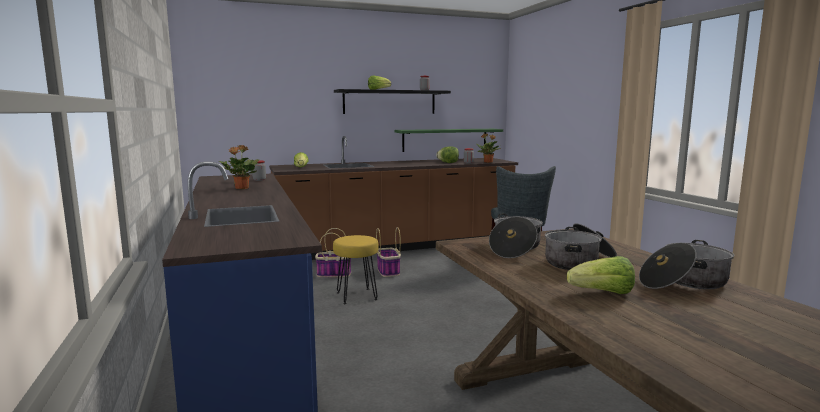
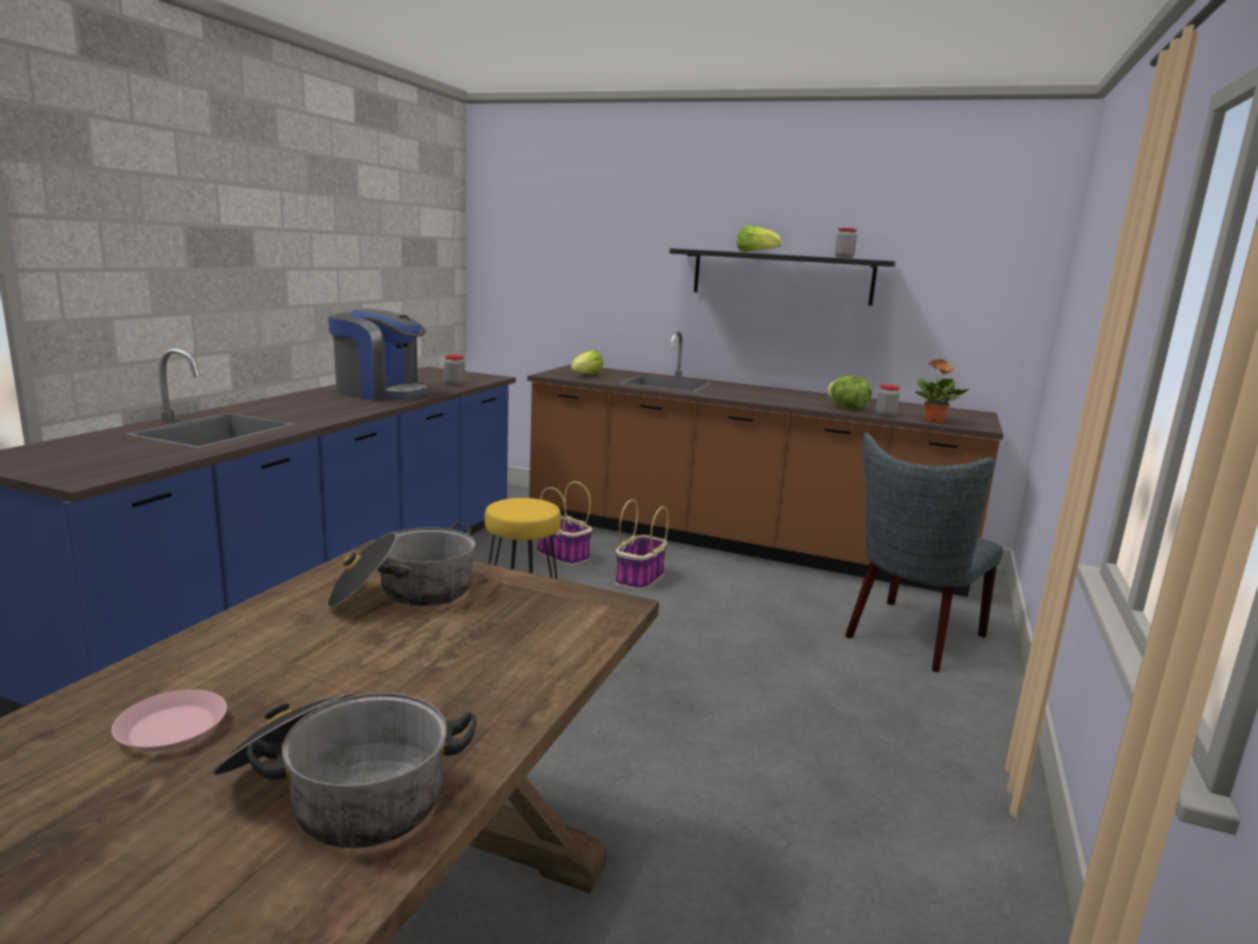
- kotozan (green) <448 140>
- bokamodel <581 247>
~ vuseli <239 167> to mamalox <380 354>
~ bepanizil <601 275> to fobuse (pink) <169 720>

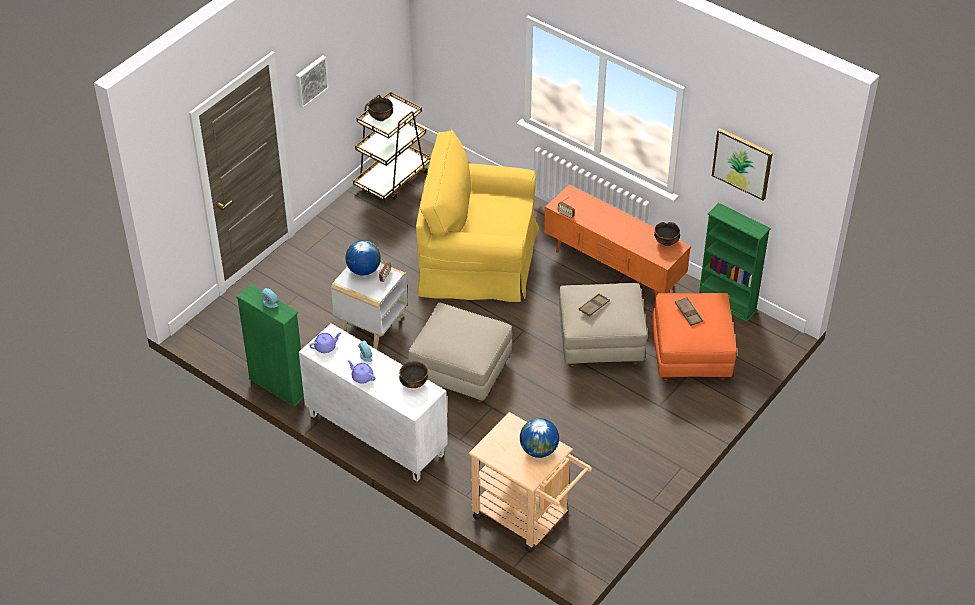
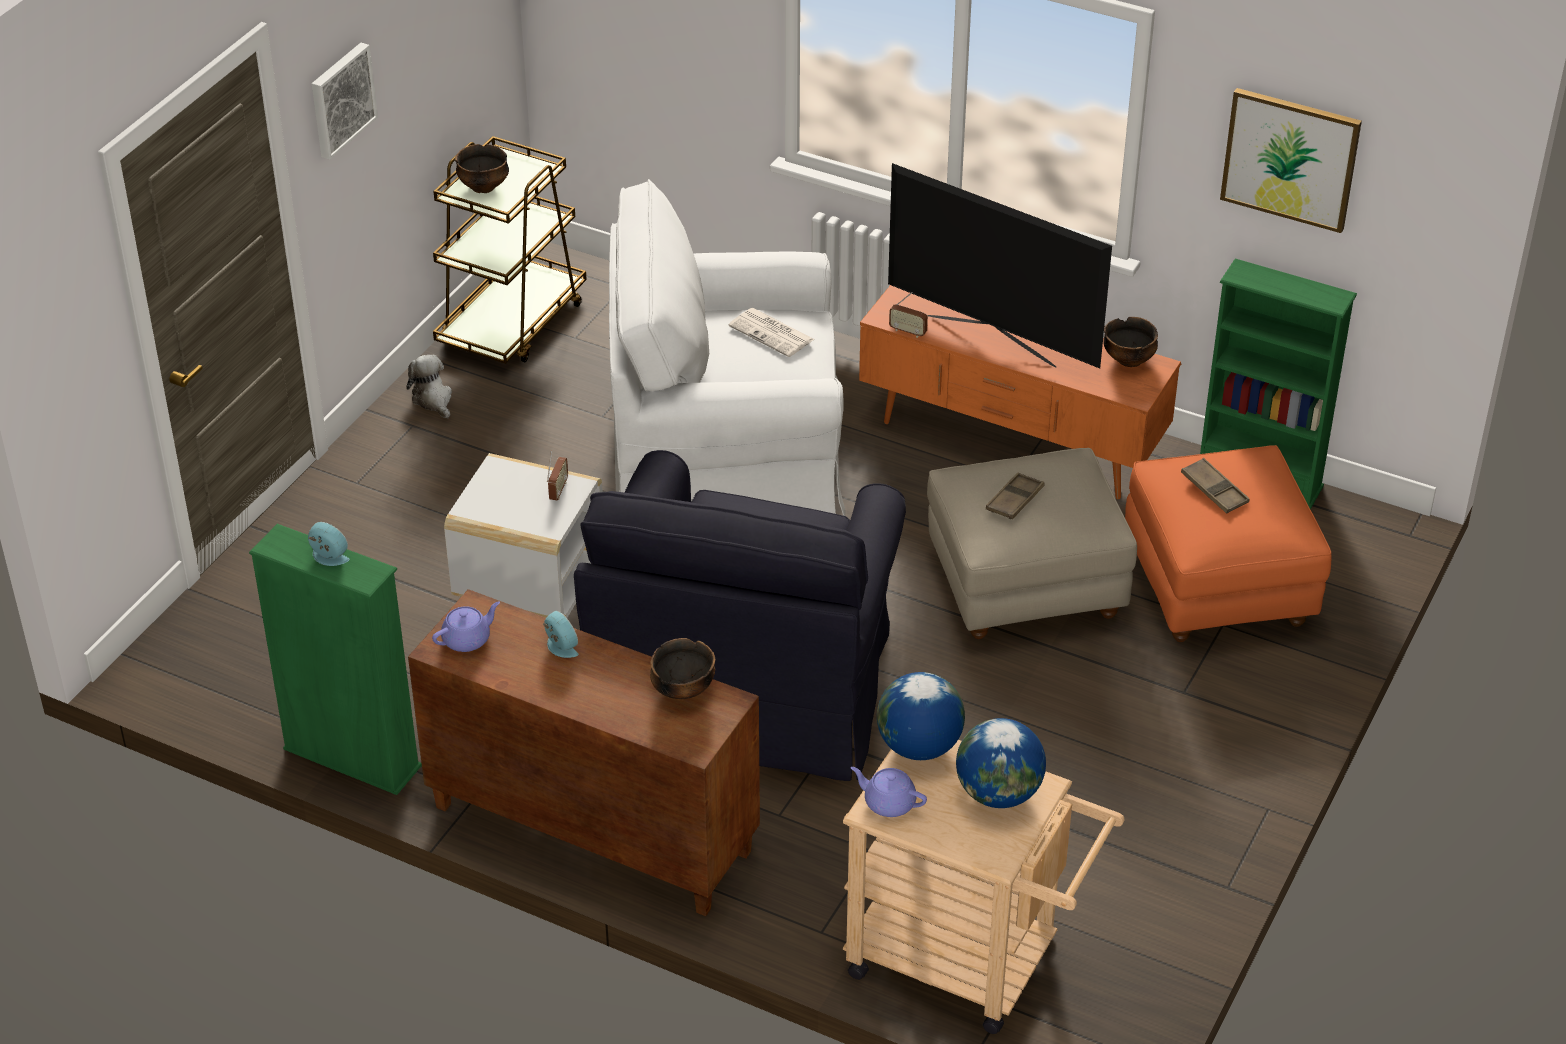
+ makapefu <429 387>
+ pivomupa <771 332>
+ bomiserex <1000 265>
~ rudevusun <363 258> to <921 716>
~ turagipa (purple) <361 372> to <889 792>
~ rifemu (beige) <460 352> to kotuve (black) <740 615>
~ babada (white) <373 402> to babada (brown) <584 752>
~ kotuve (yellow) <477 216> to kotuve (white) <727 347>

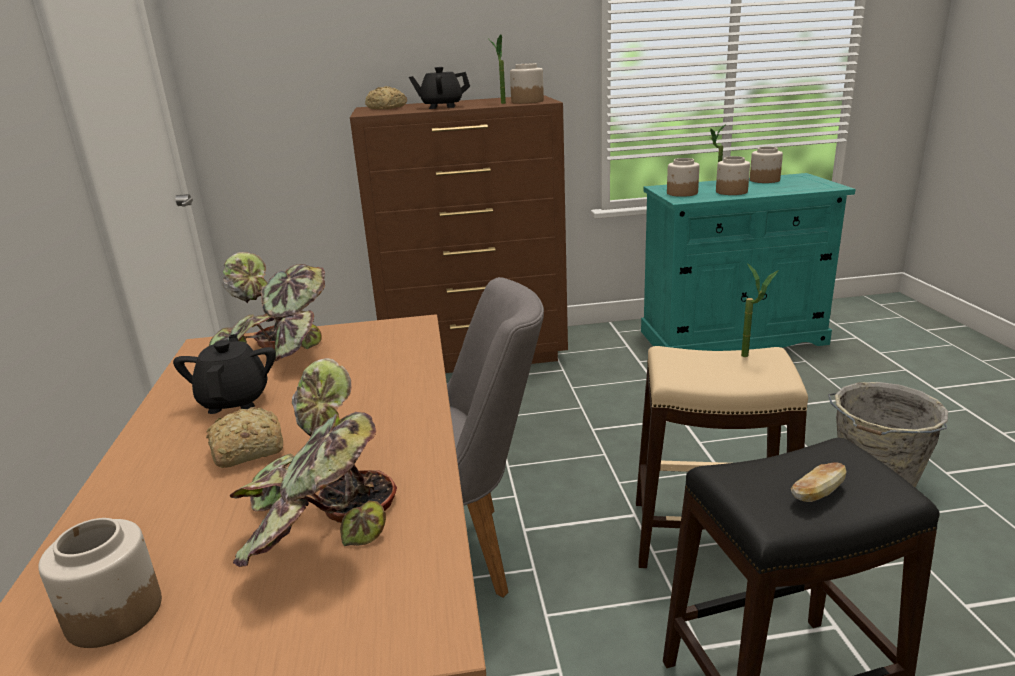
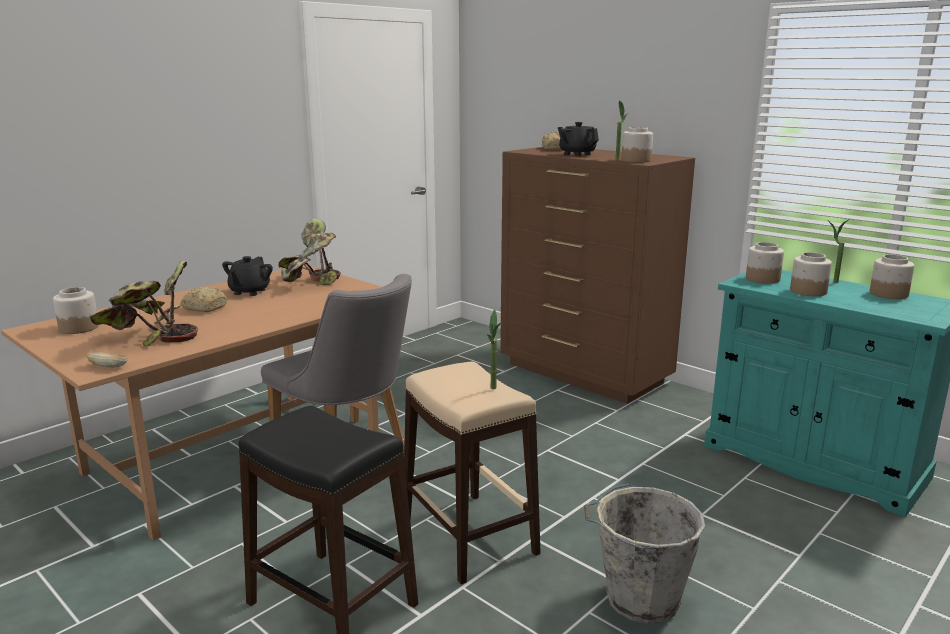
~ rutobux <819 482> to <107 360>
~ turagipa (black) <224 374> = <247 276> 150 degrees clockwise

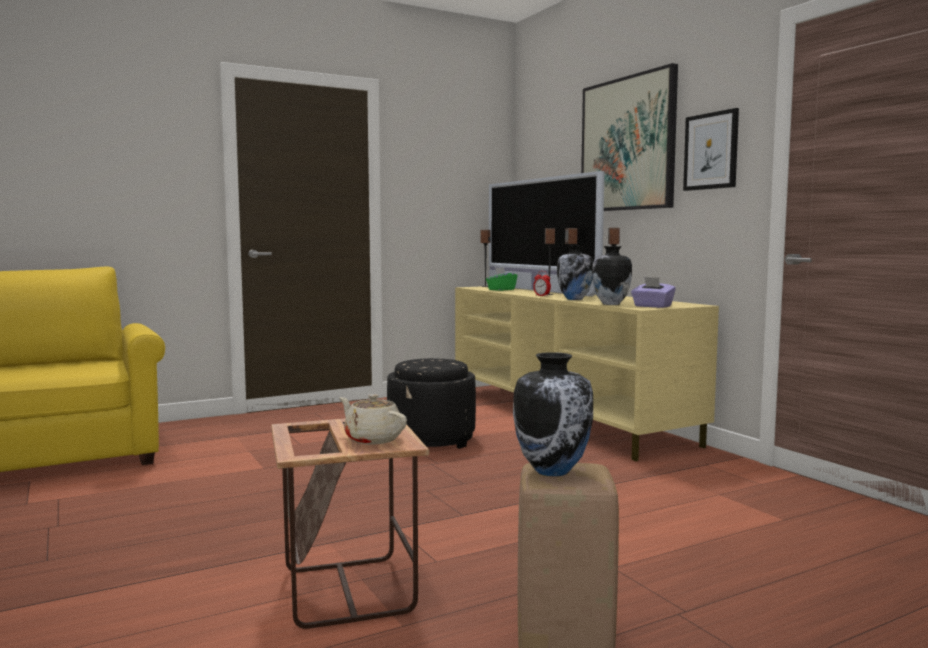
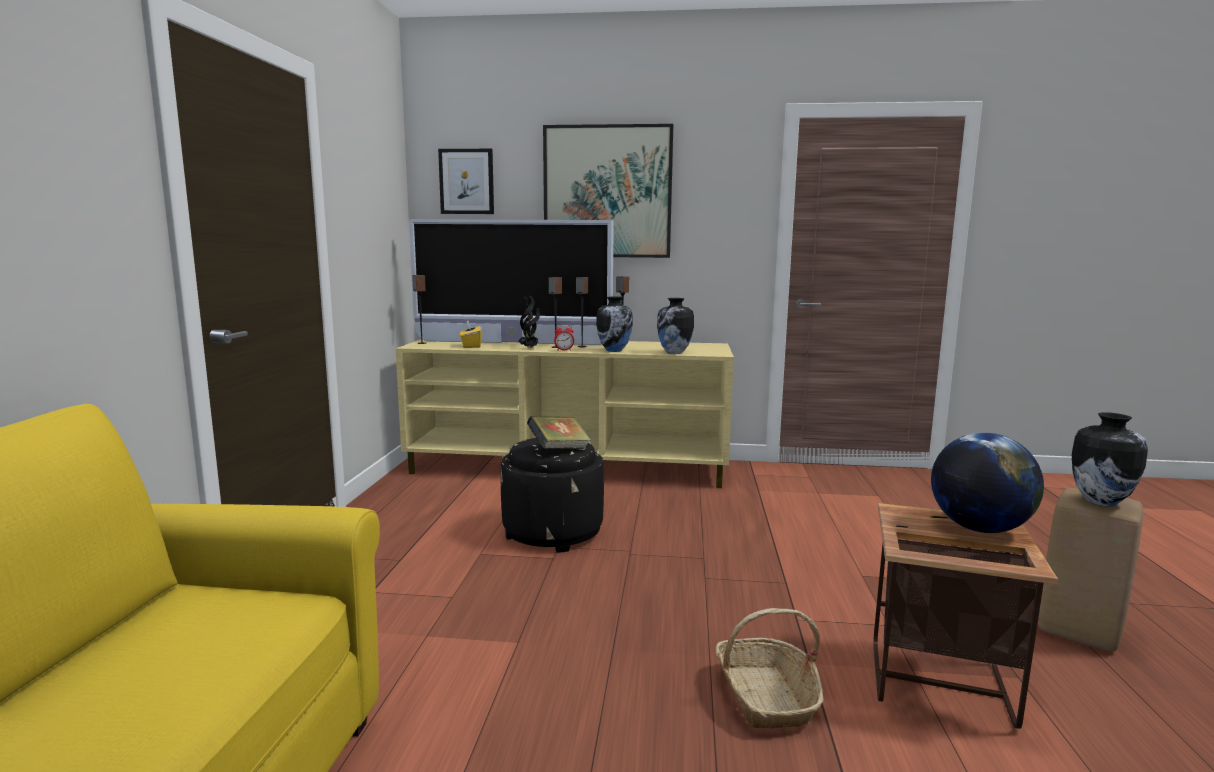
- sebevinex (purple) <653 292>
+ vuseli <529 322>
+ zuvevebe <559 432>
+ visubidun <769 668>
~ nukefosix <711 149> to <466 181>
~ turagipa (beige) <373 419> to rudevusun <987 483>
~ sebevinex (green) <501 279> to sebevinex (yellow) <471 334>

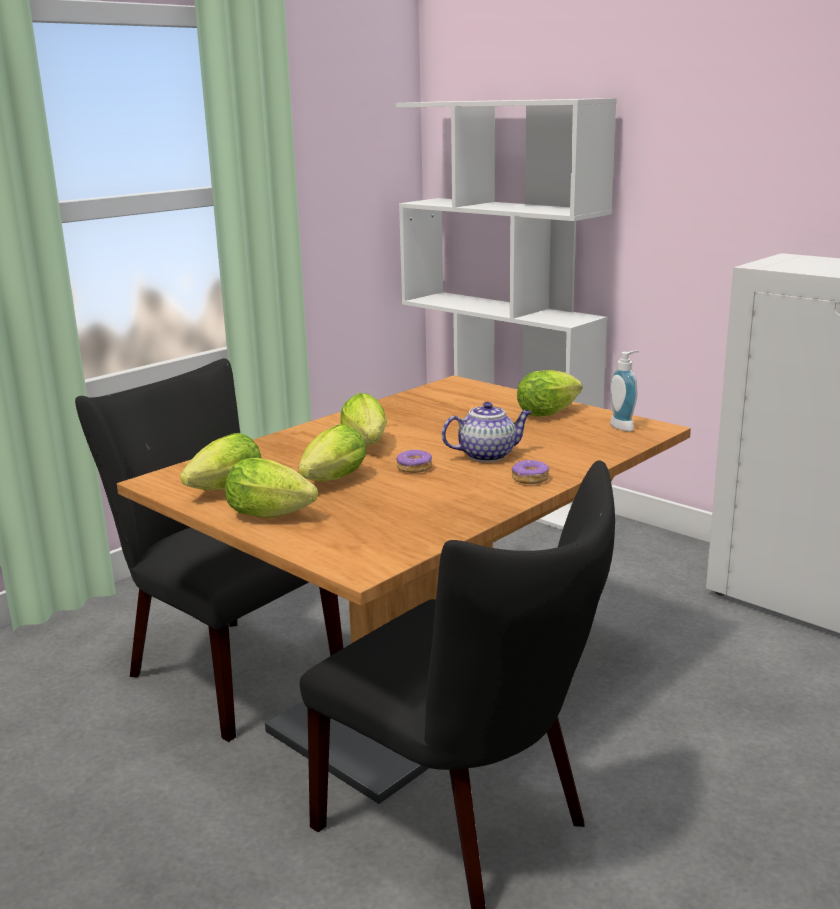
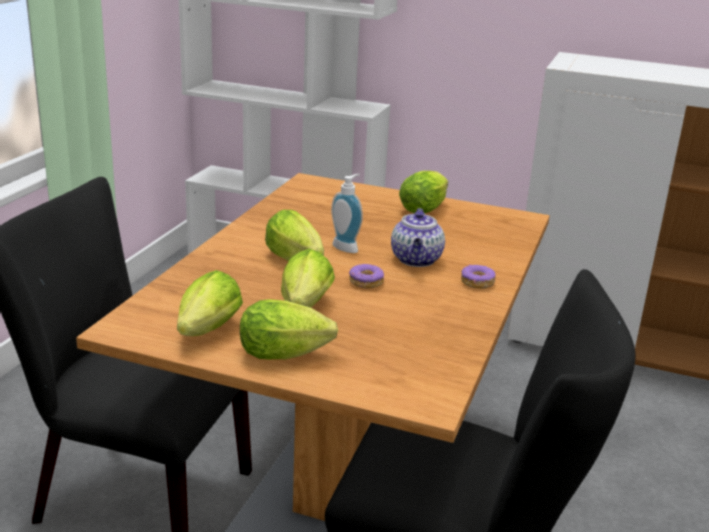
~ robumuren <624 391> to <347 213>
~ turagipa <486 432> = <418 237> 135 degrees clockwise

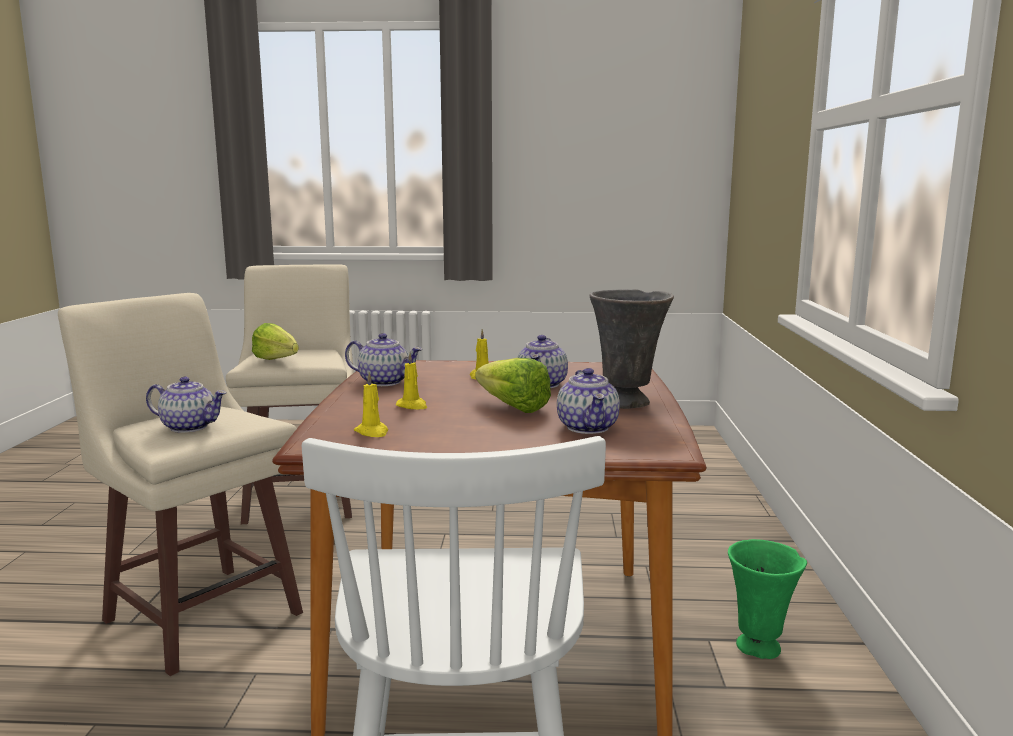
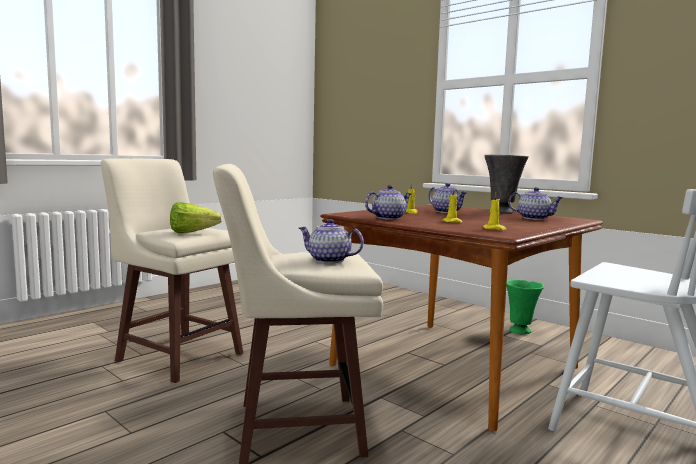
- bepanizil <513 385>
~ turagipa <186 404> = <331 241> 120 degrees counterclockwise

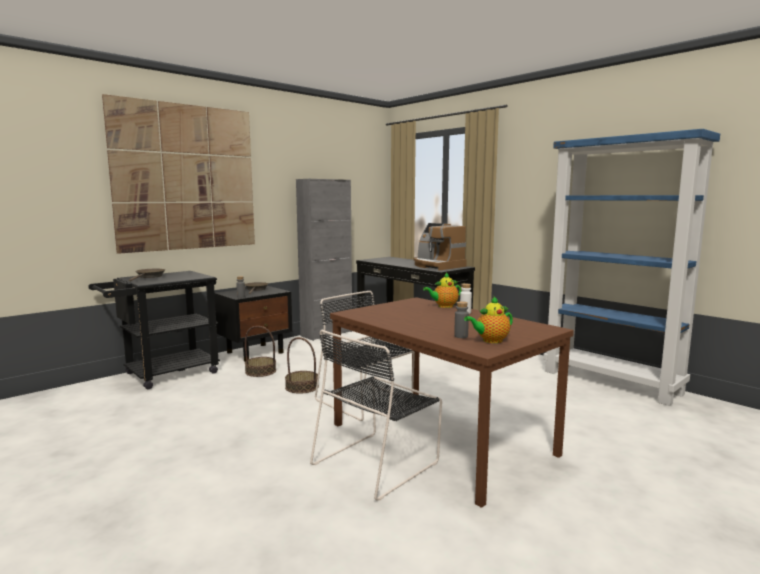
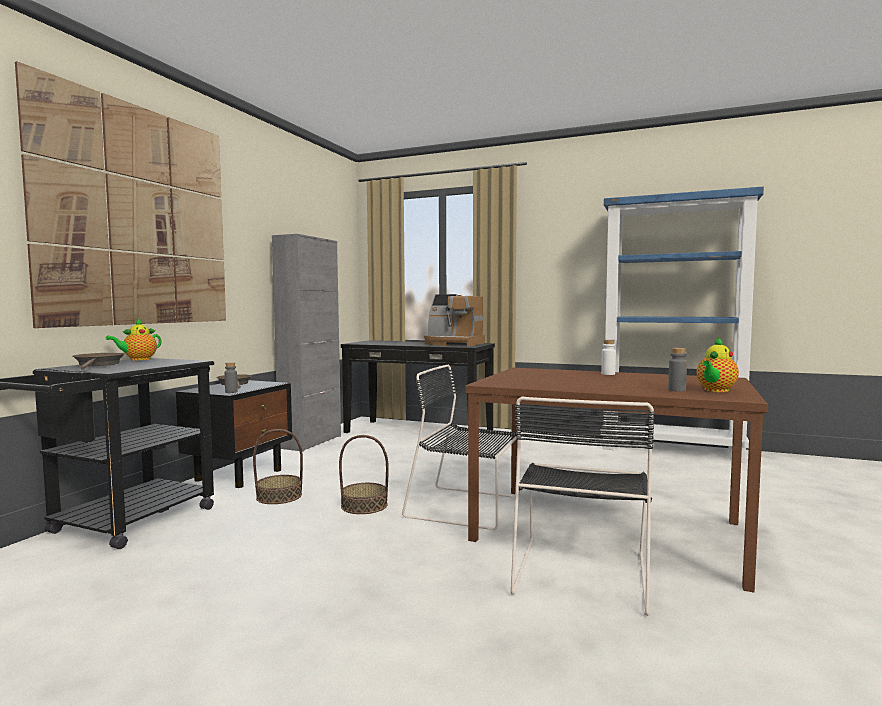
~ turagipa <442 290> to <133 339>

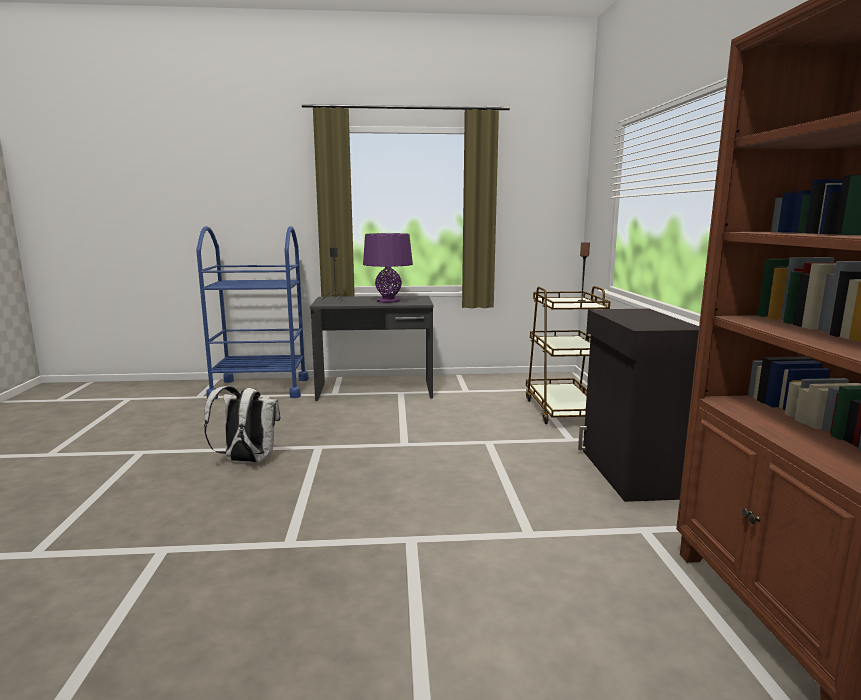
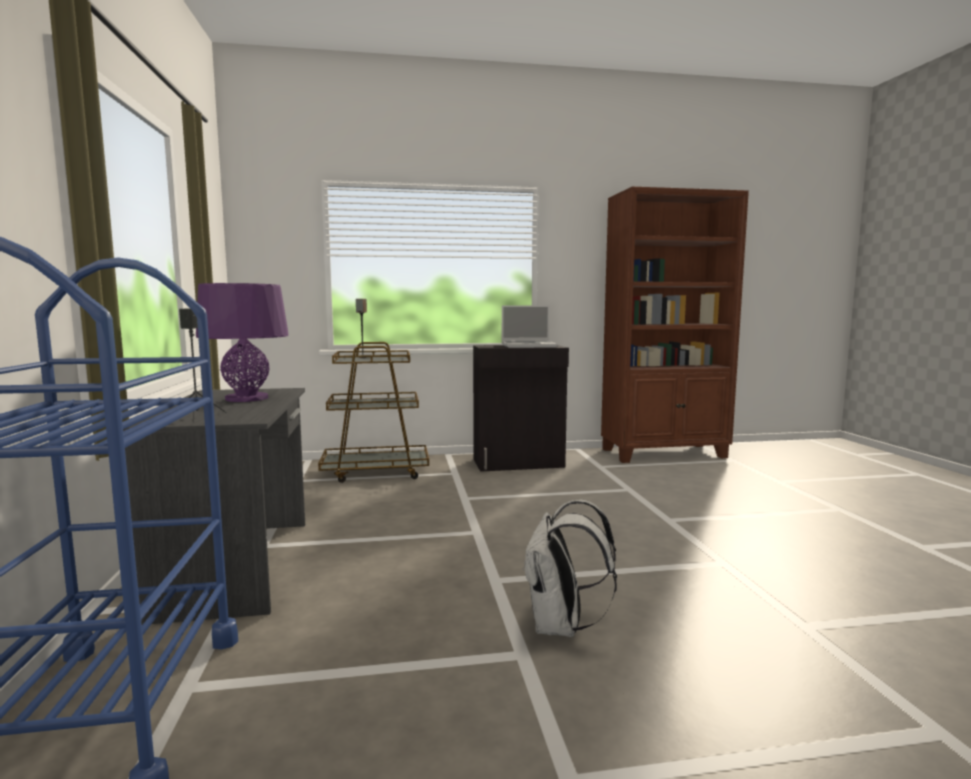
+ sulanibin <529 326>

